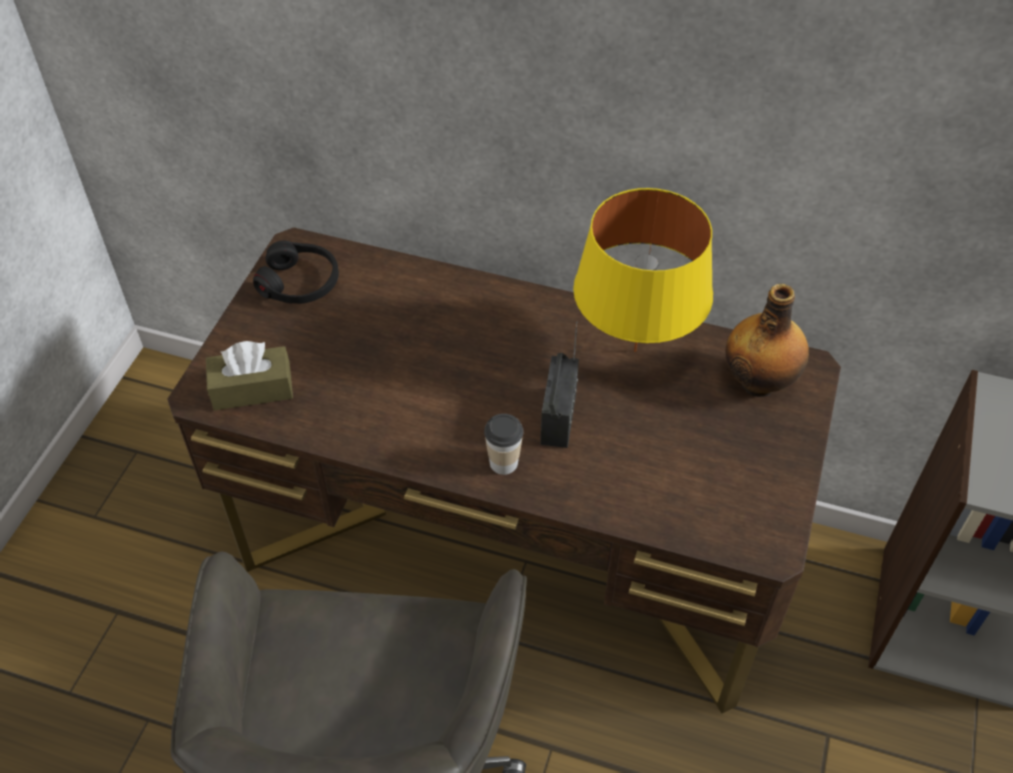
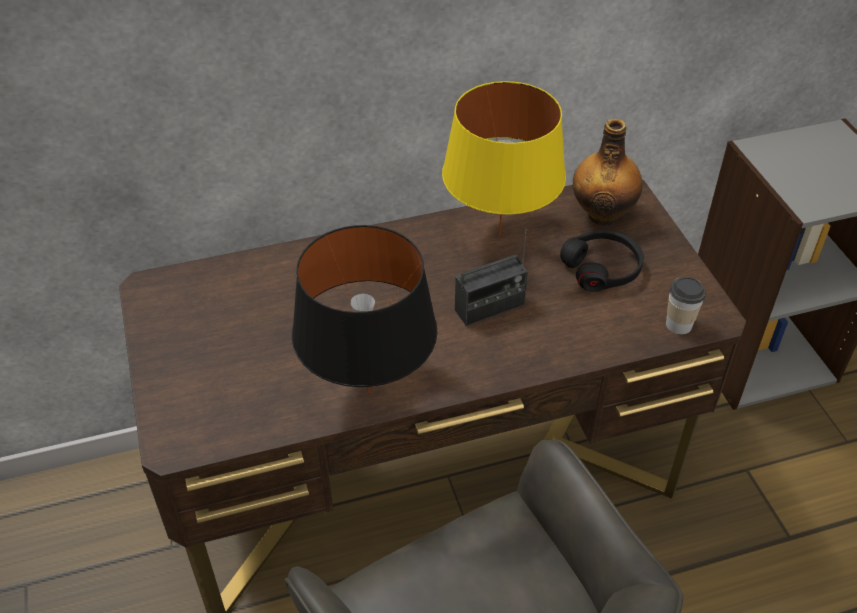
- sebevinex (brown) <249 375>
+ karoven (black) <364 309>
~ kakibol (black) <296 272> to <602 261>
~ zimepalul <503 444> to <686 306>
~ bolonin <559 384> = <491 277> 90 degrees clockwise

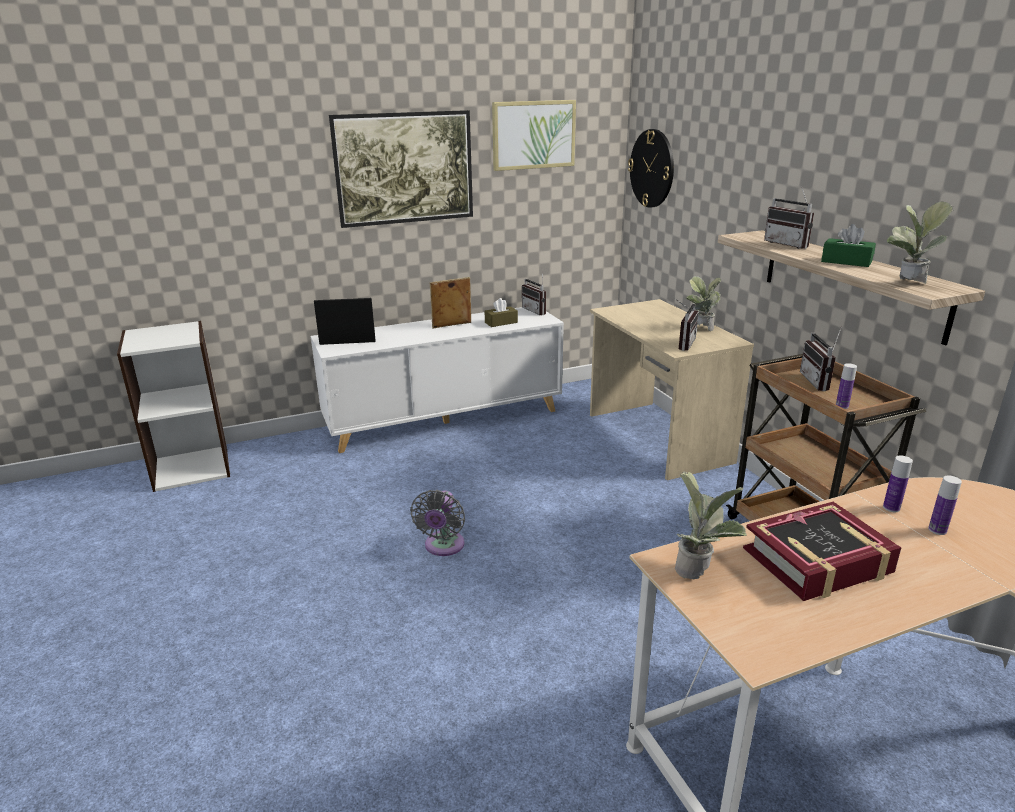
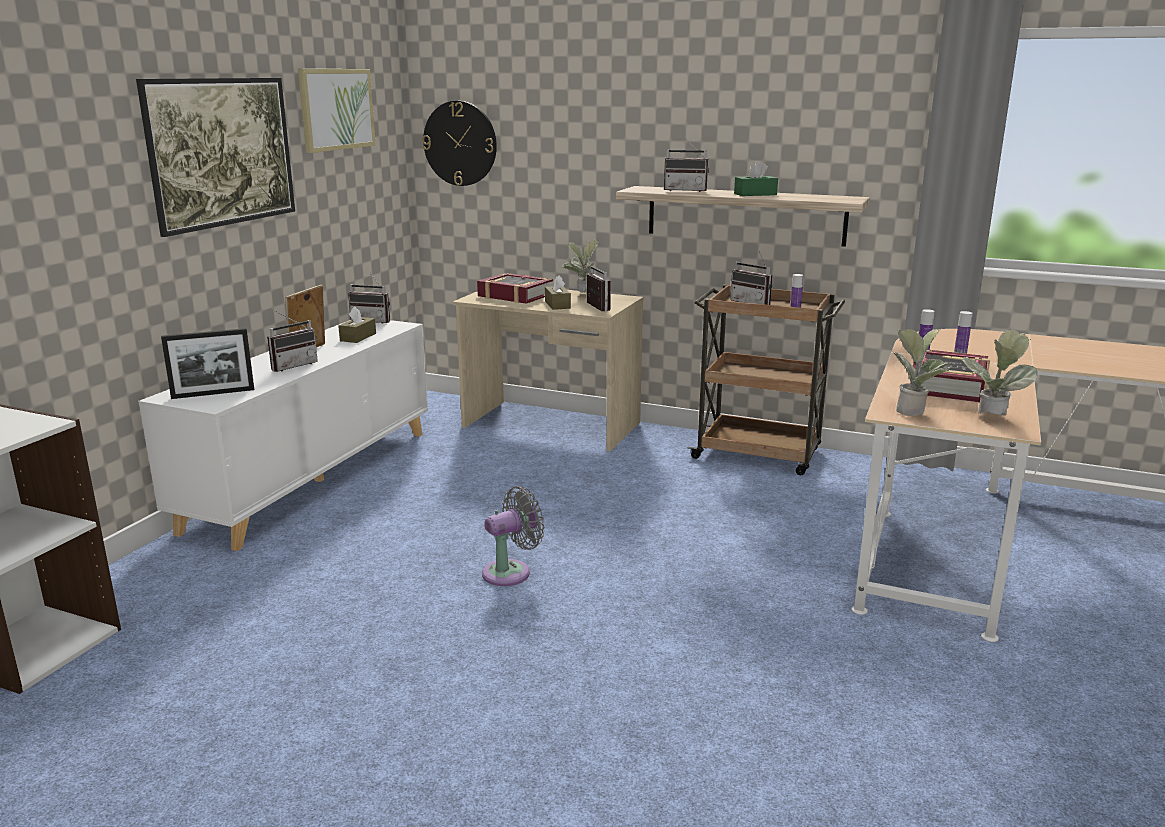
+ bolonin <292 341>
+ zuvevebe <515 288>
+ sebevinex (brown) <558 292>
~ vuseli <920 242> to <999 372>
~ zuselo <345 321> = <207 363> 150 degrees counterclockwise
~ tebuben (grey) <437 523> = <513 536> 90 degrees counterclockwise

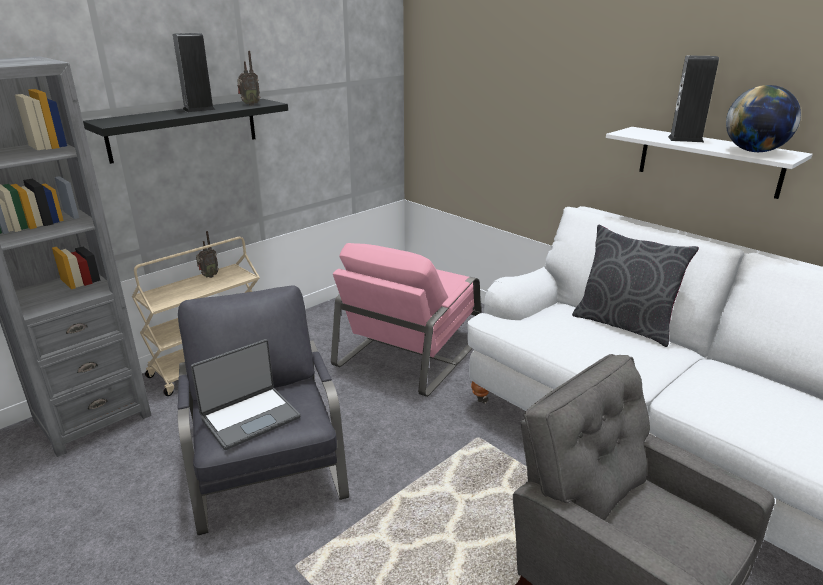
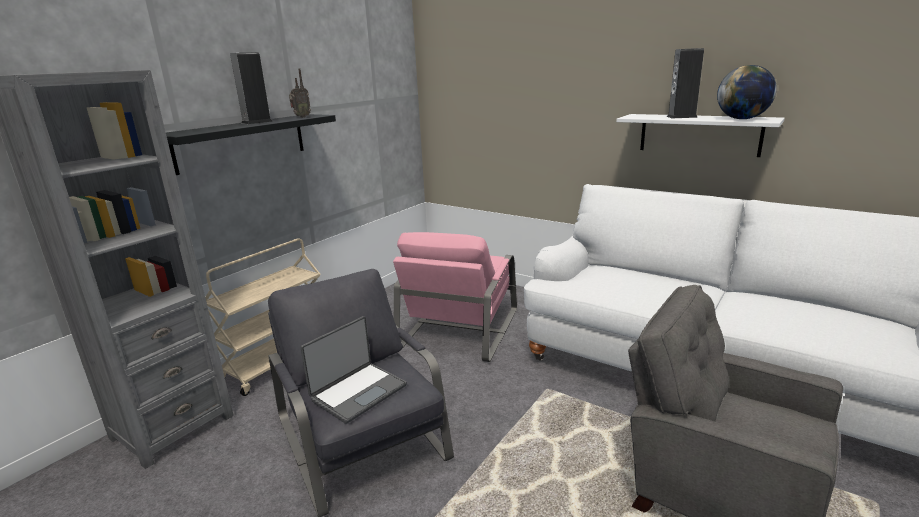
- bolonin <207 254>
- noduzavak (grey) <635 285>

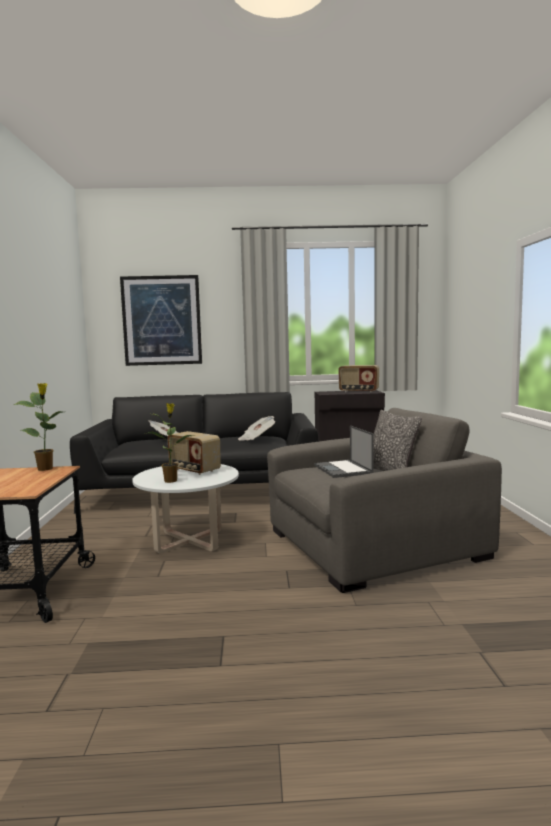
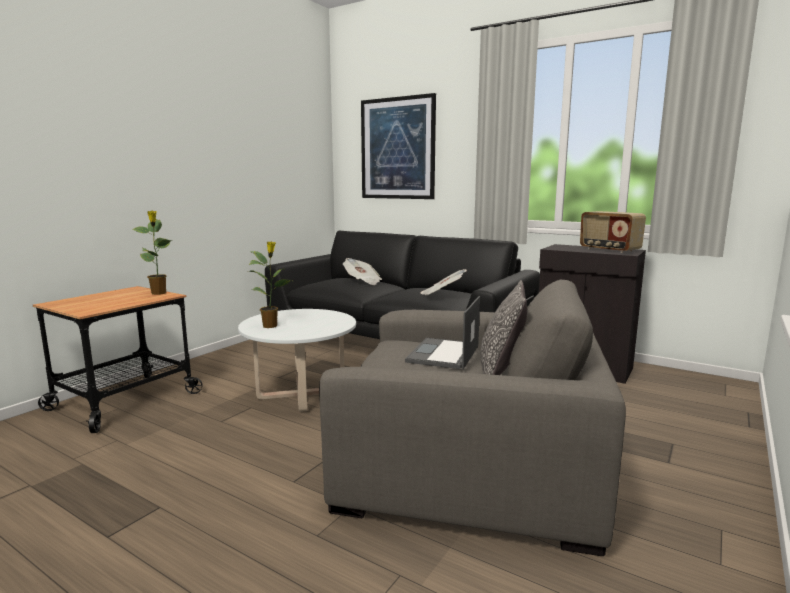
- bolonin <194 453>

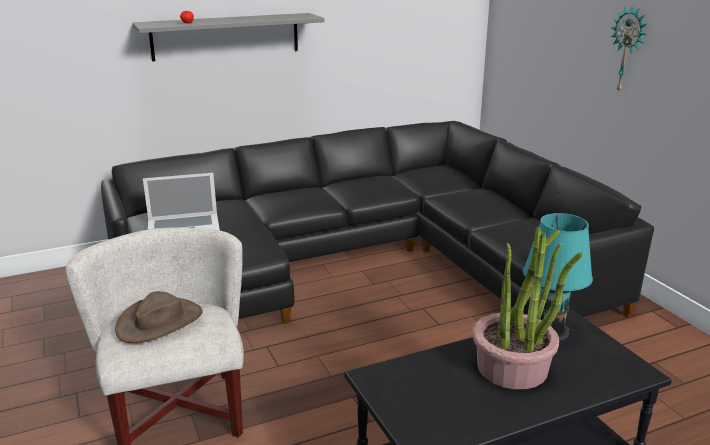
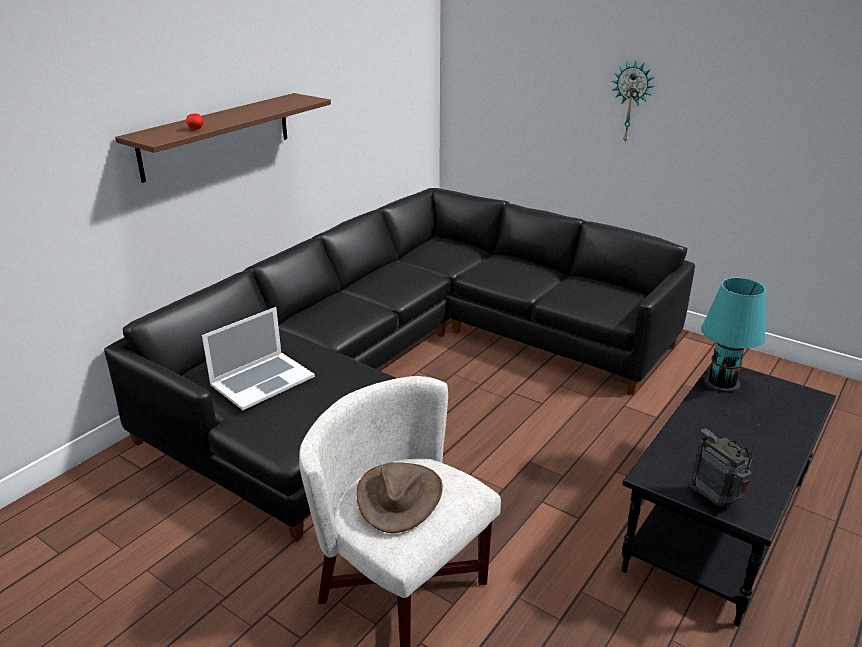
- vuseli <527 307>
+ bolonin <724 466>
~ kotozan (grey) <228 37> to kotozan (brown) <223 138>

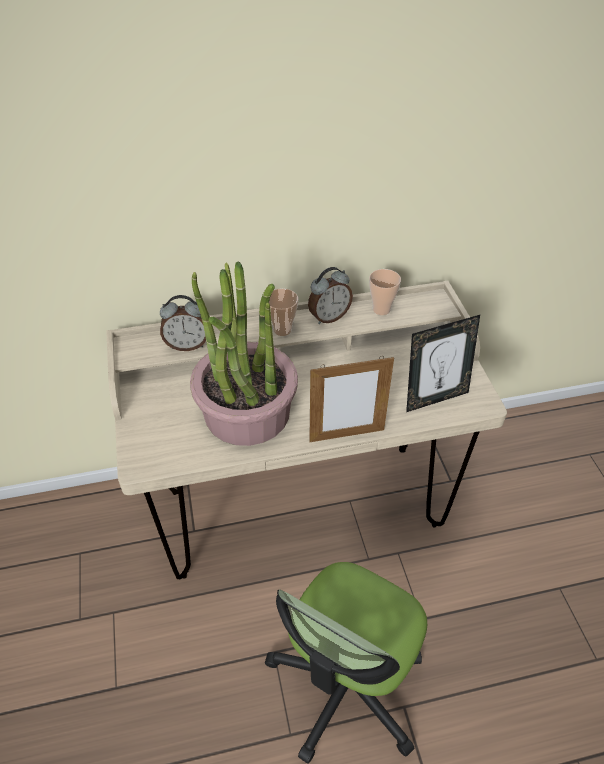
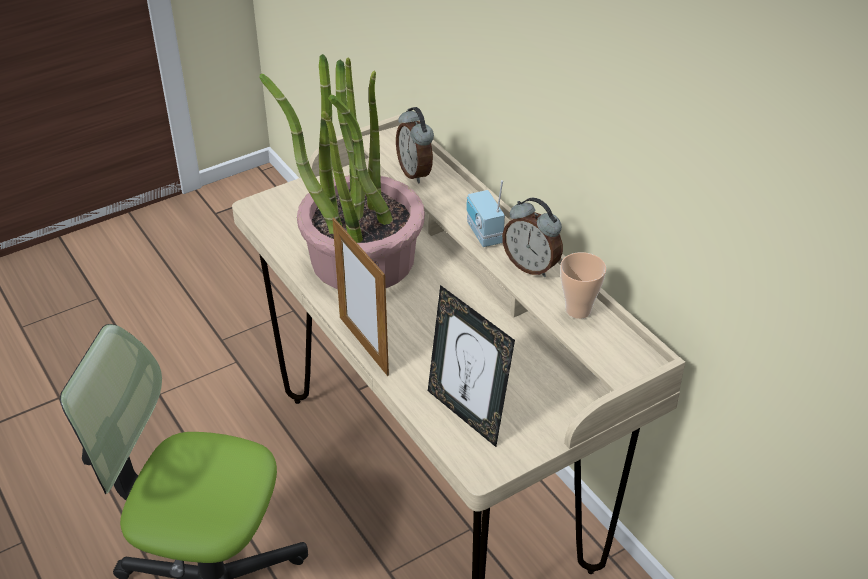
~ zimepalul <283 312> to bolonin <485 213>

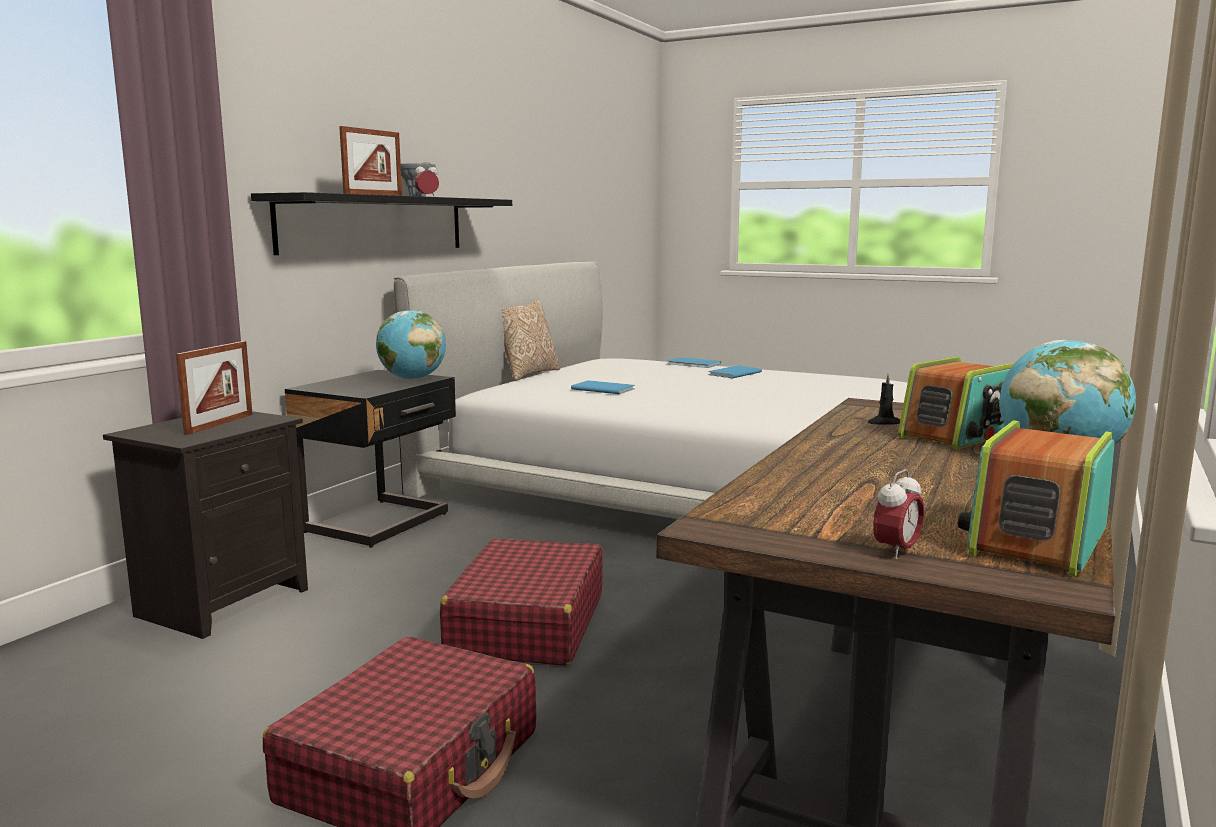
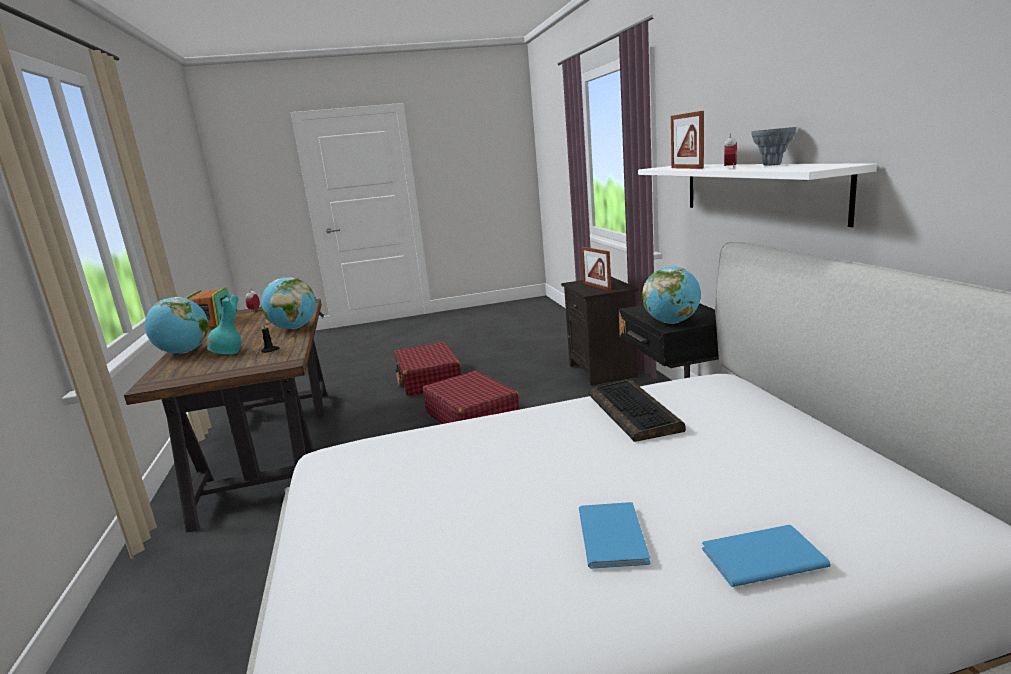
- noduzavak <531 340>
+ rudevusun <288 303>
~ zuvevebe (blue) <603 387> to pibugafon <637 411>
~ bolonin <956 403> to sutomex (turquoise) <224 324>
~ kotozan (black) <381 223> to kotozan (white) <757 195>

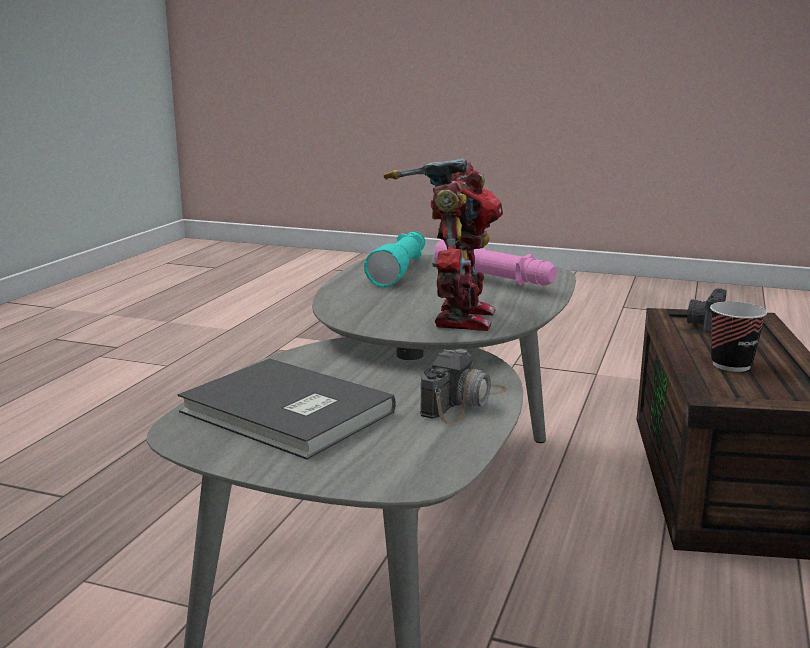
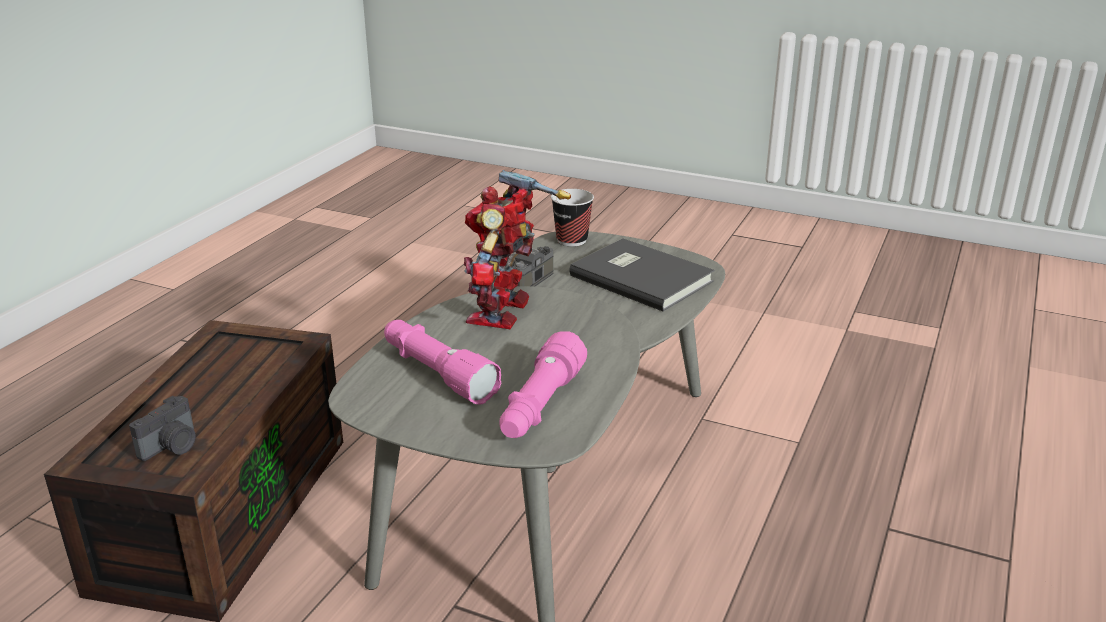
~ zimepalul <738 336> to <572 218>
~ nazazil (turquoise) <394 259> to nazazil (pink) <543 384>

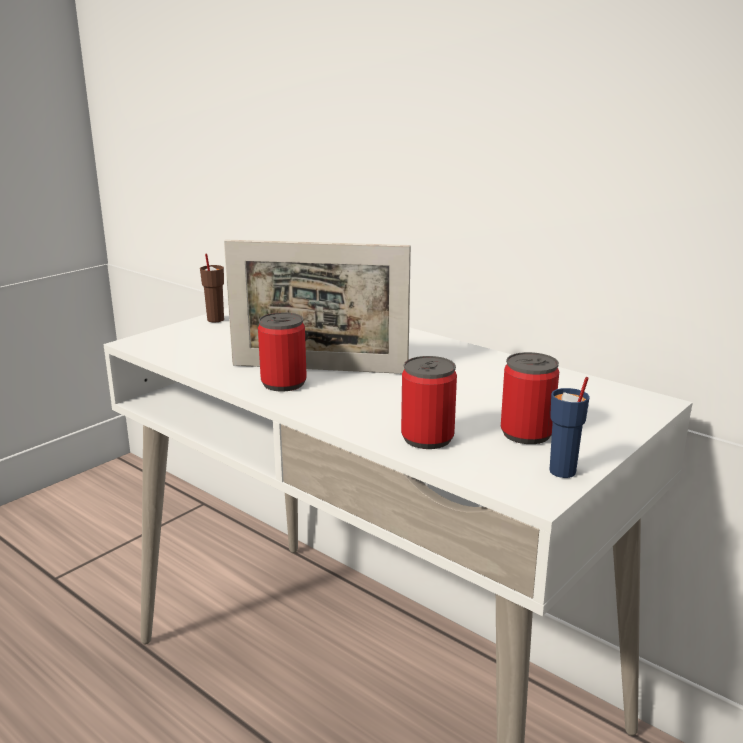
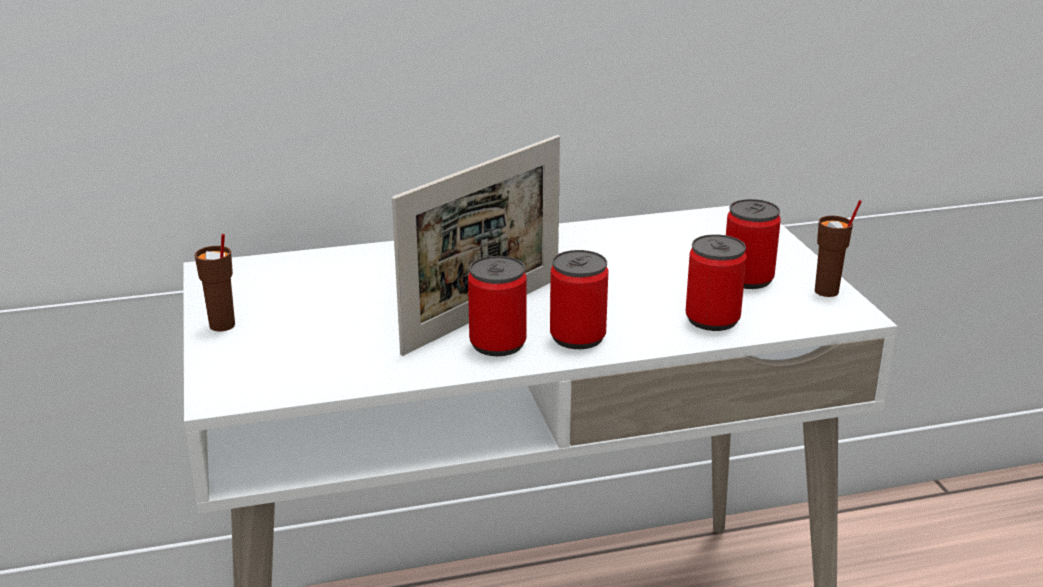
+ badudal <579 299>
~ zimepalul (blue) <570 427> to zimepalul (brown) <838 248>

